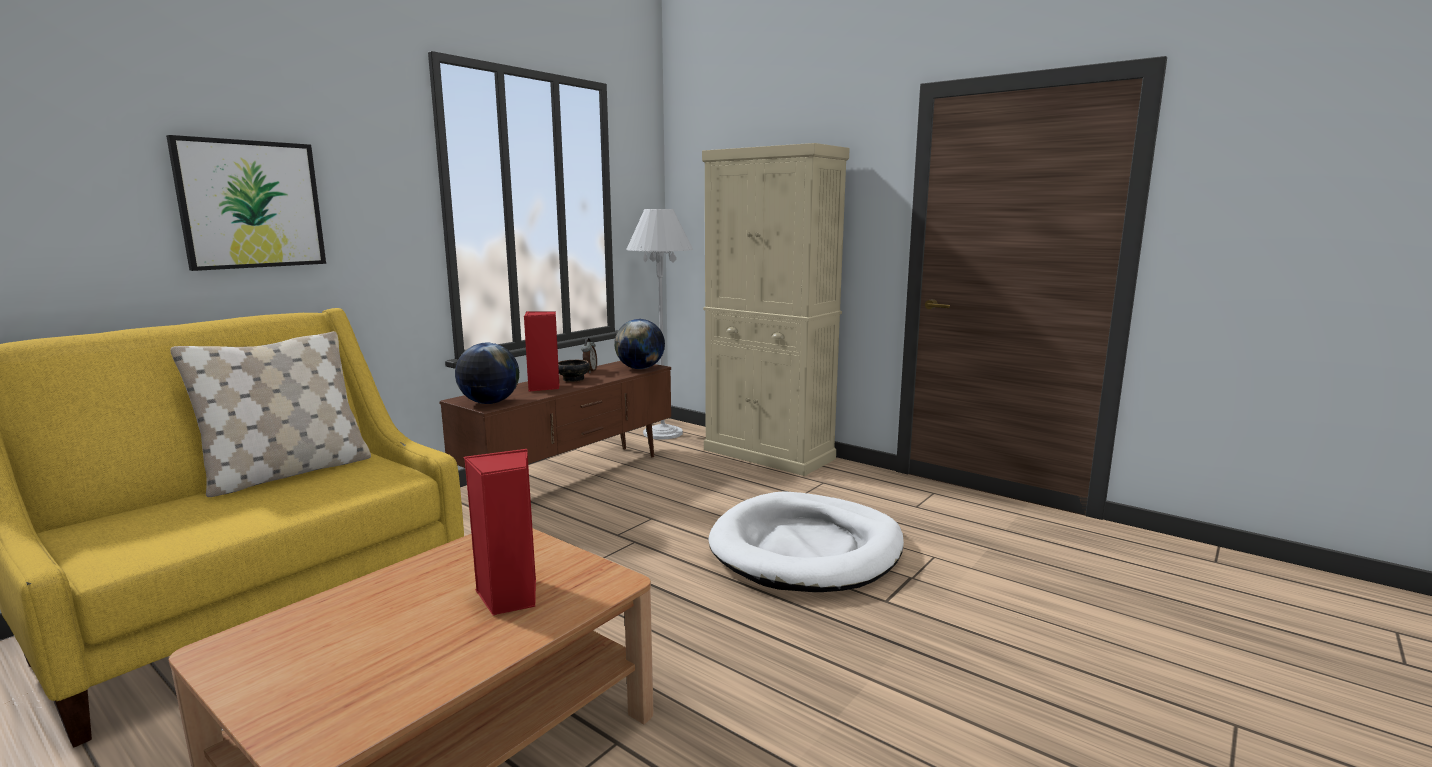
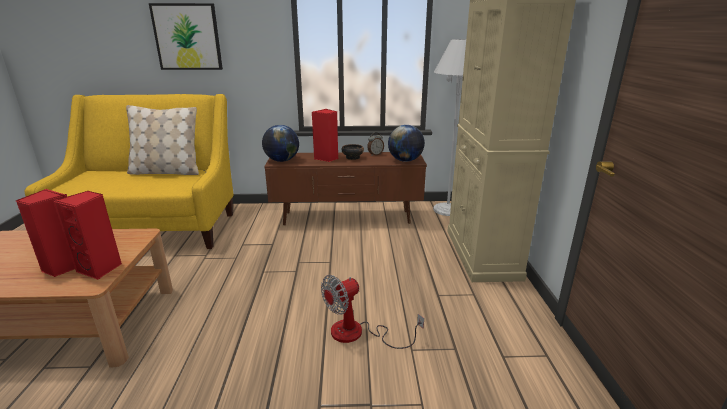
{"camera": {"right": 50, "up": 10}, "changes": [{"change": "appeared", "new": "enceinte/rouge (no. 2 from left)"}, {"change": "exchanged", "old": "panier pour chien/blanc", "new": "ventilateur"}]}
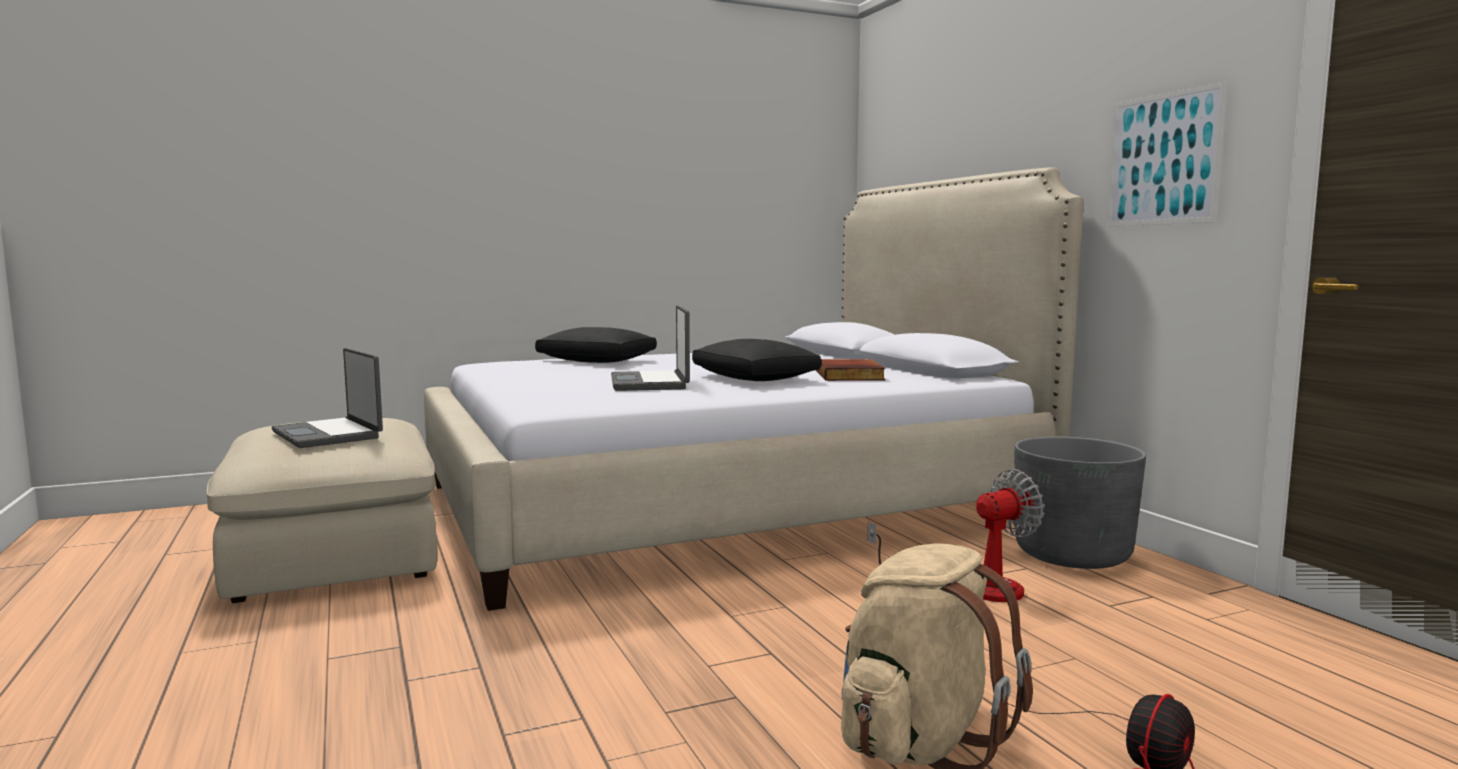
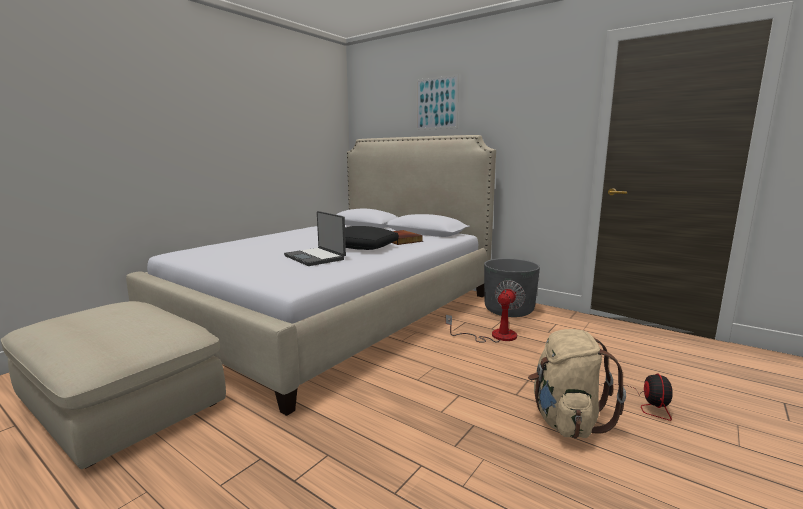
{"camera": {"right": -30, "up": 5}, "changes": [{"change": "relocated", "old": "tableau"}, {"change": "missing", "old": "ordinateur portable (no. 1 from left)"}, {"change": "missing", "old": "coussin/noir (no. 1 from left)"}]}
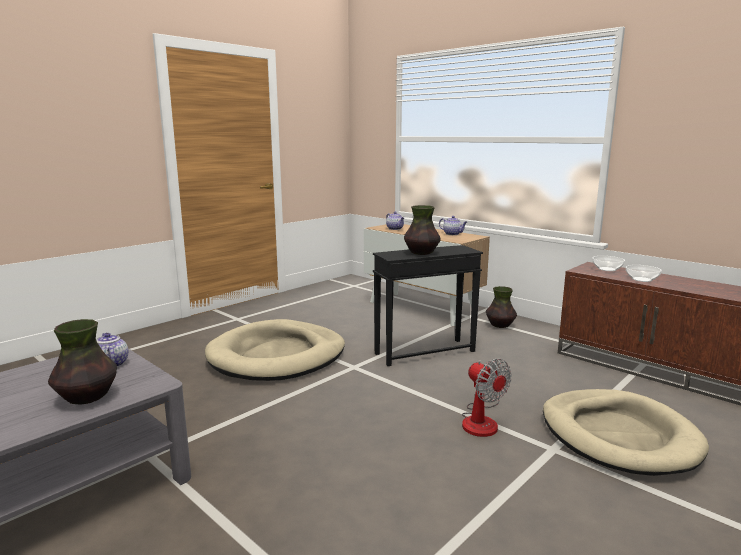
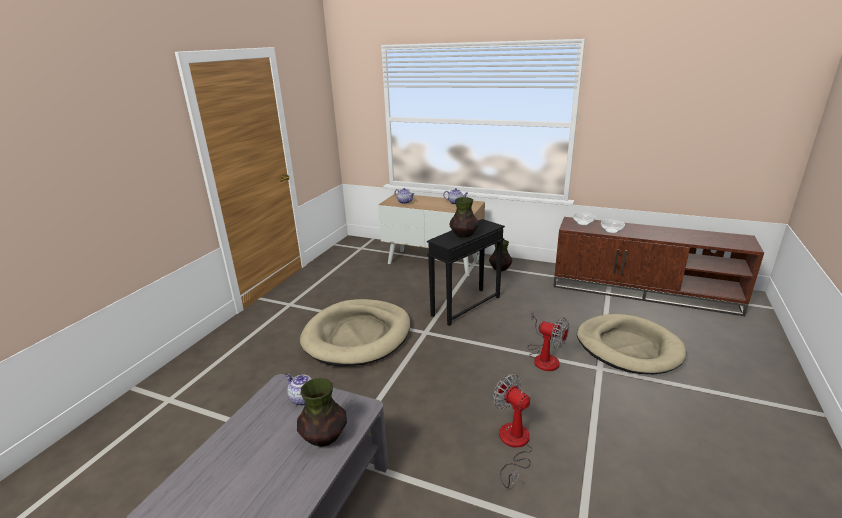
{"camera": {"right": -20, "up": 10}, "changes": [{"change": "appeared", "new": "ventilateur (no. 1 from left)"}]}
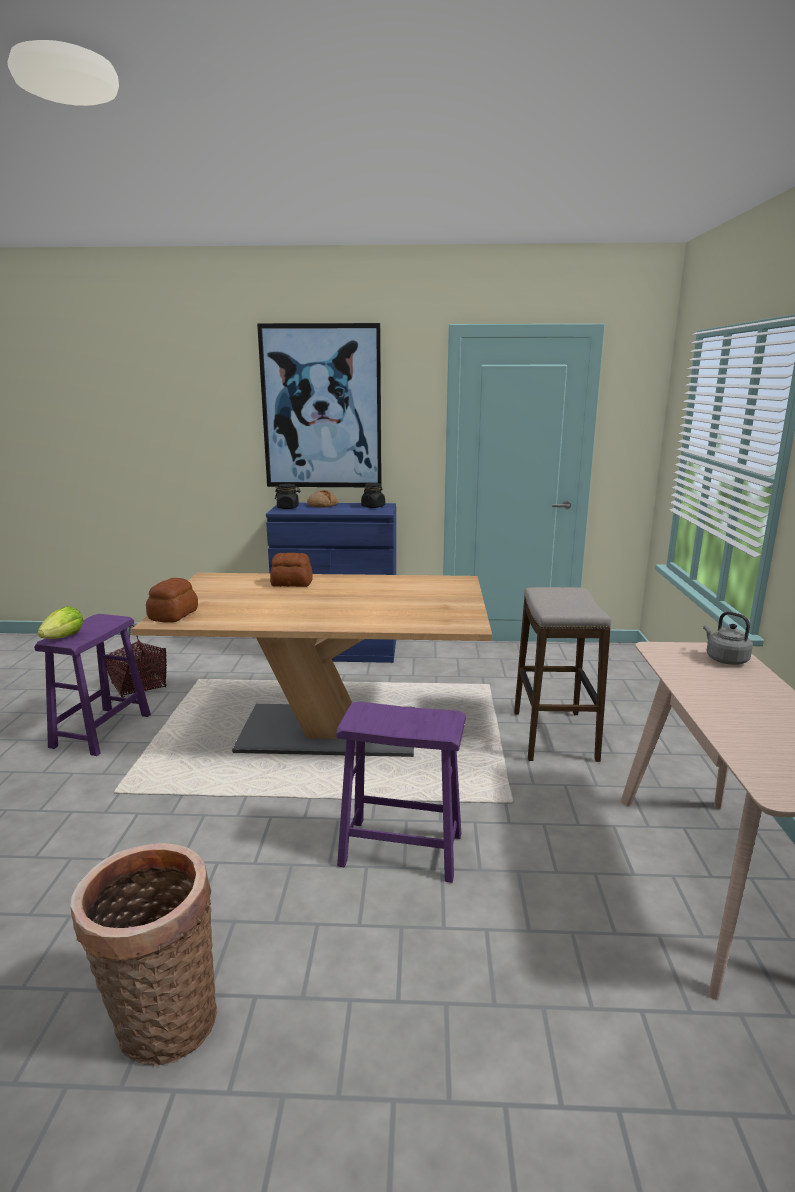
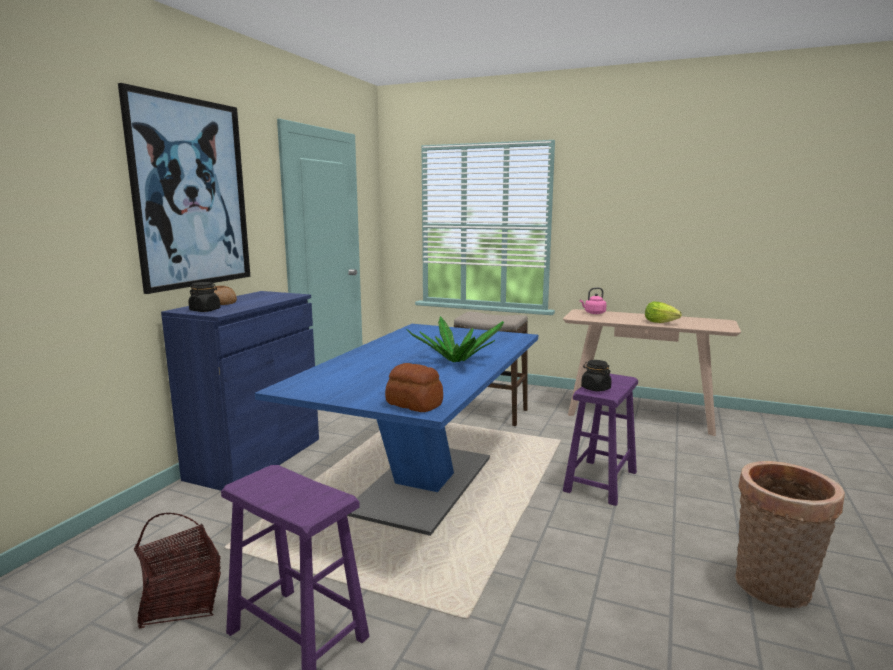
{"camera": {"right": -70, "up": -5}, "changes": [{"change": "colour", "old": "table à manger/marron", "new": "table à manger/bleu"}, {"change": "appeared", "new": "plante en pot"}, {"change": "colour", "old": "bouilloire/gris", "new": "bouilloire/rose"}, {"change": "relocated", "old": "bocal/noir (no. 2 from left)"}, {"change": "relocated", "old": "laitue"}, {"change": "missing", "old": "pain (no. 2 from left)"}]}
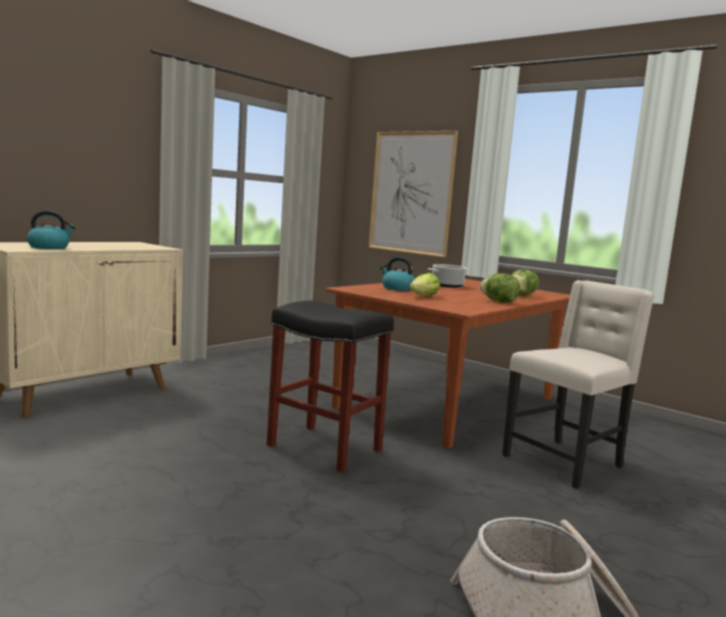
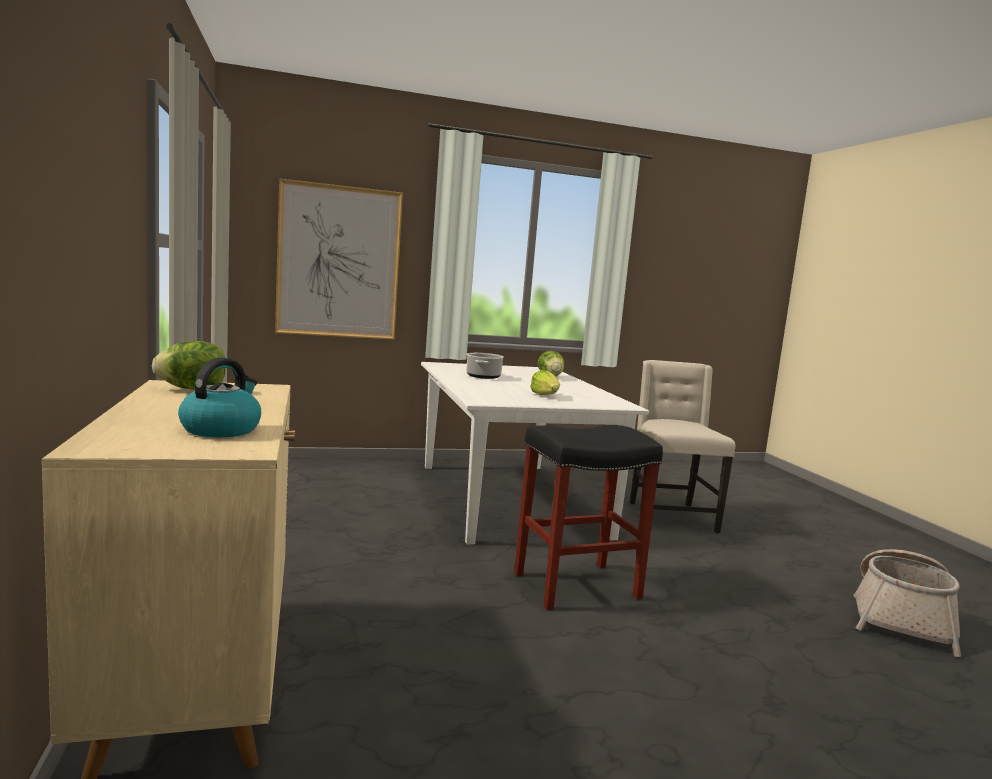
{"camera": {"right": -55, "up": 0}, "changes": [{"change": "relocated", "old": "laitue (no. 2 from left in the first image)", "new": "laitue (no. 1 from left)"}, {"change": "colour", "old": "table à manger/marron", "new": "table à manger/blanc"}, {"change": "missing", "old": "bouilloire (no. 2 from left)"}]}
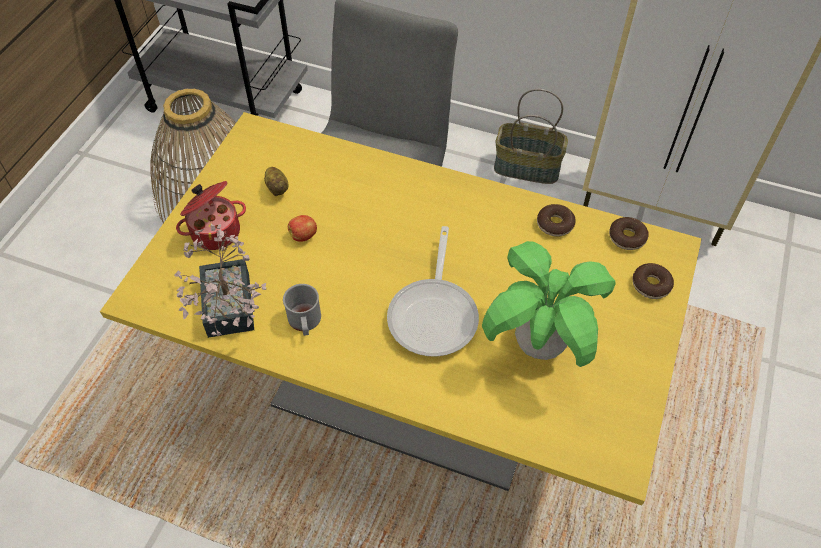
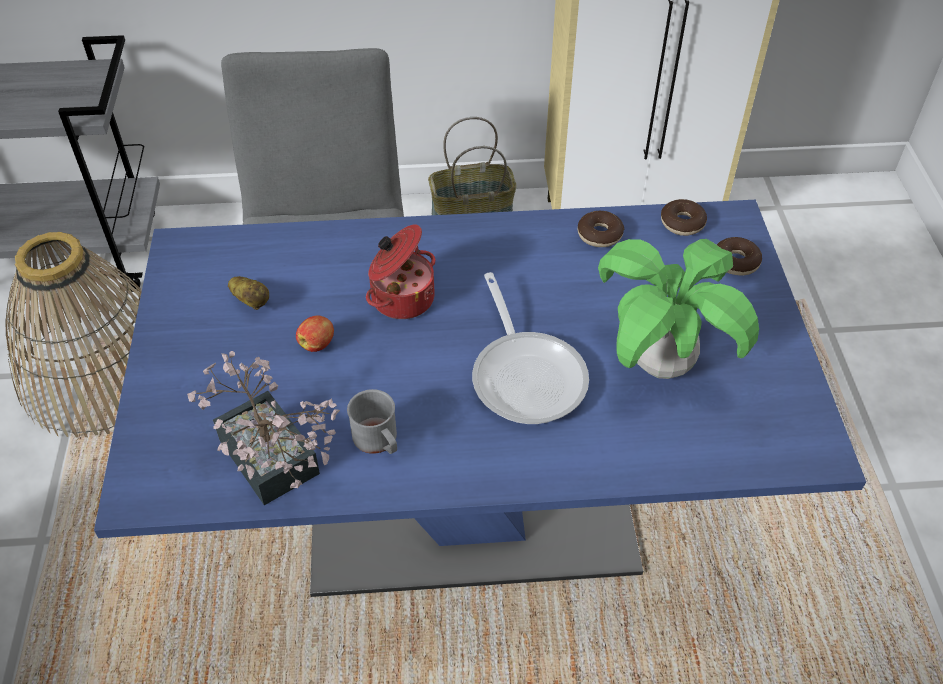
{"camera": {"right": -25, "up": -5}, "changes": [{"change": "colour", "old": "table à manger/jaune", "new": "table à manger/bleu"}, {"change": "relocated", "old": "marmite"}]}
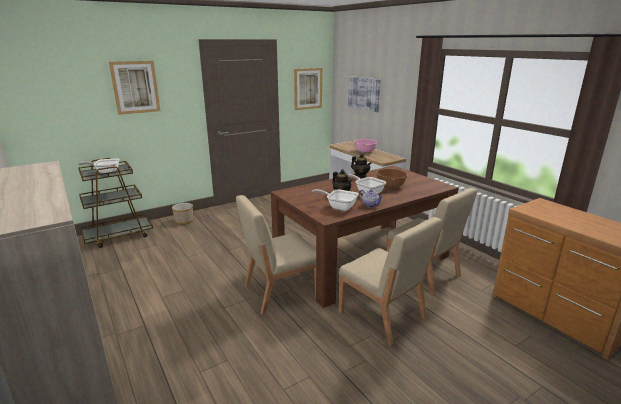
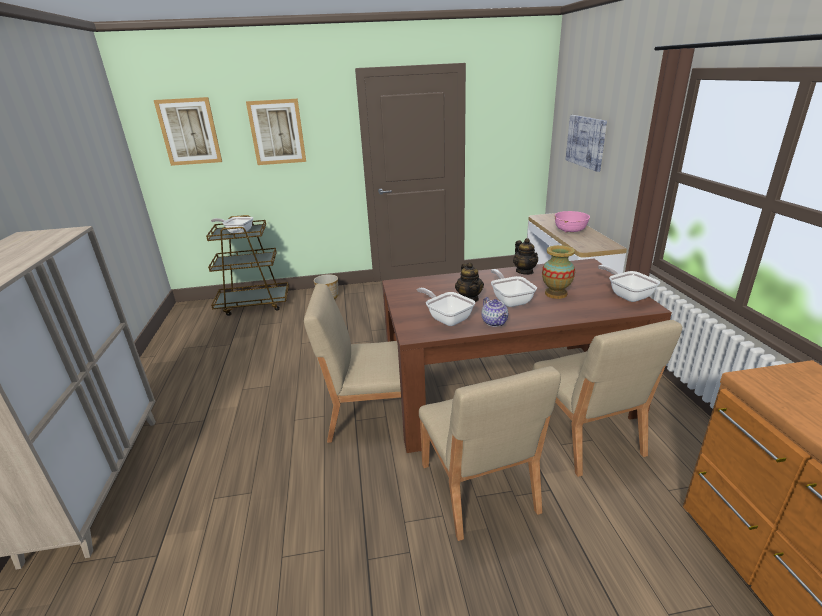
{"camera": {"right": 25, "up": 5}, "changes": [{"change": "relocated", "old": "tableau (no. 2 from left in the first image)", "new": "tableau (no. 1 from left)"}, {"change": "exchanged", "old": "bol/marron", "new": "vase"}, {"change": "appeared", "new": "poêle (no. 4 from left)"}]}
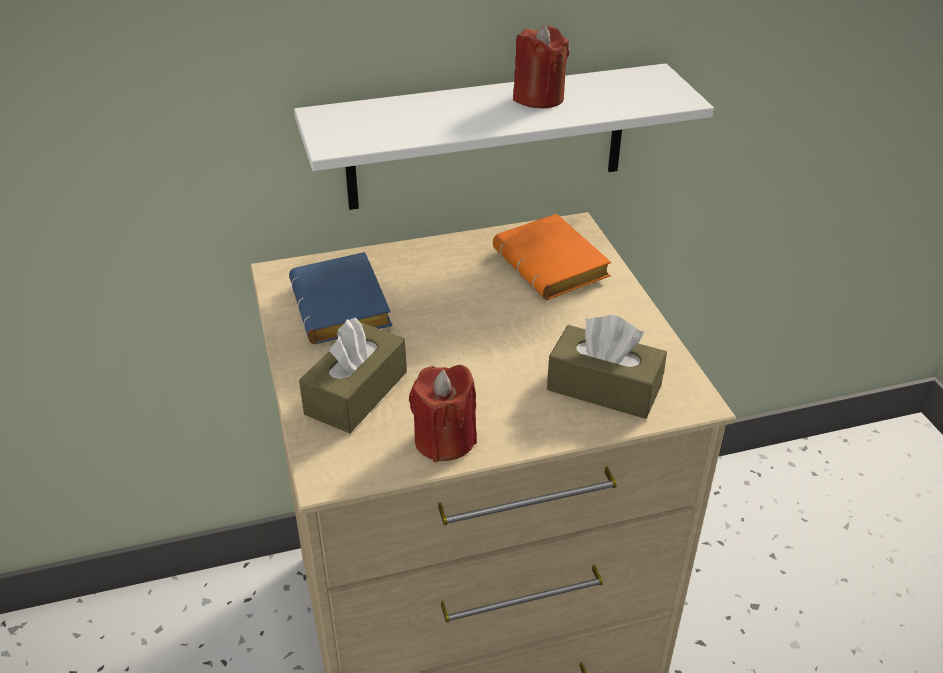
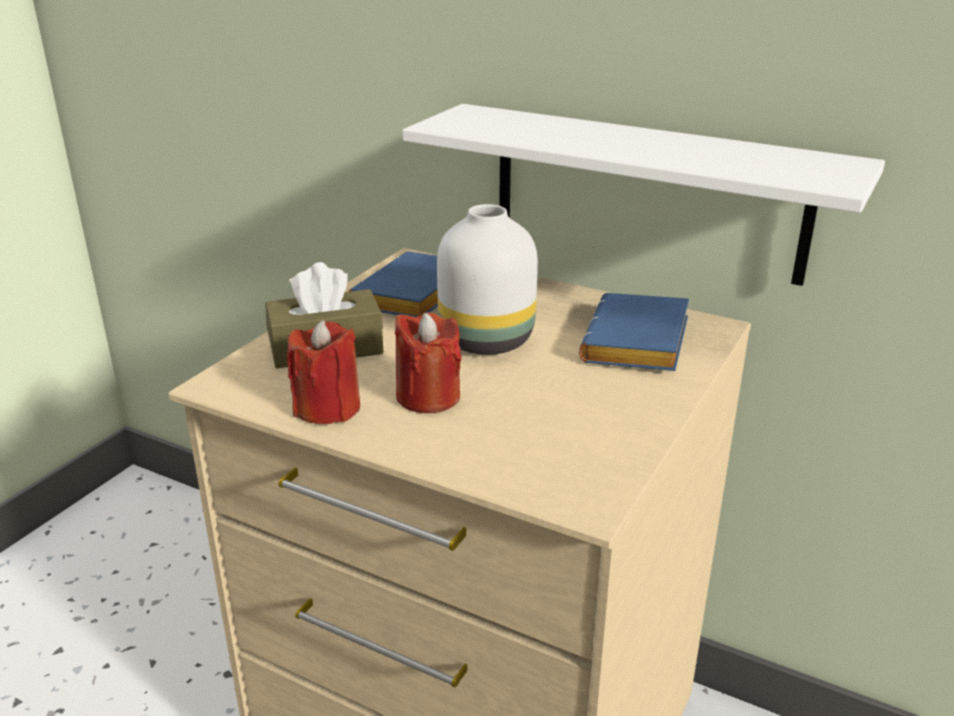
{"camera": {"right": 45, "up": -10}, "changes": [{"change": "relocated", "old": "bougie/rouge (no. 2 from left)"}, {"change": "appeared", "new": "vase/blanc"}, {"change": "colour", "old": "livre/orange", "new": "livre/bleu (no. 2 from left)"}, {"change": "missing", "old": "boîte à mouchoirs/marron (no. 2 from left)"}]}
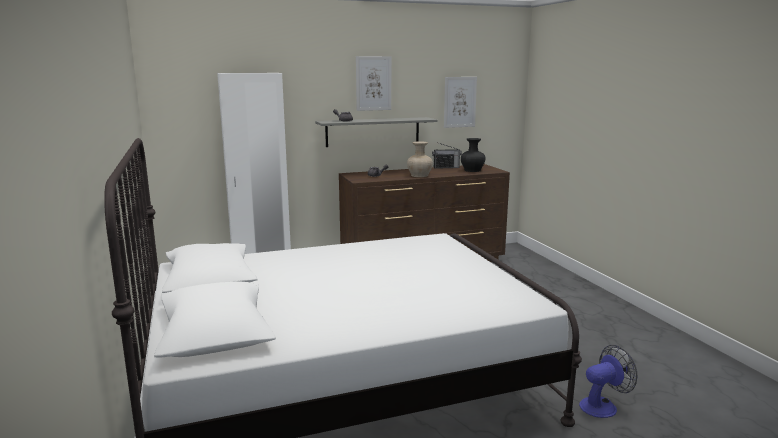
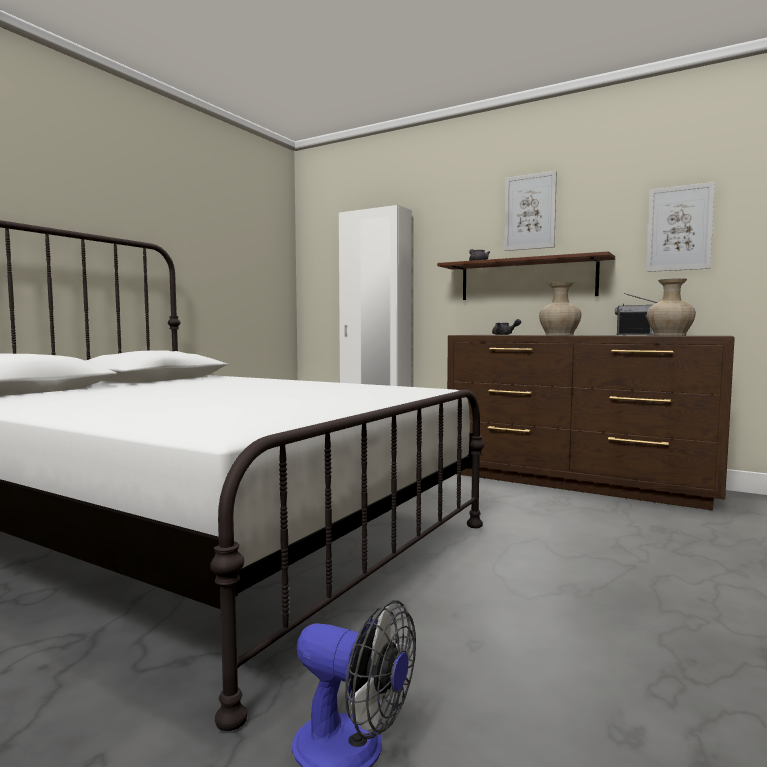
{"camera": {"right": 50, "up": -10}, "changes": [{"change": "colour", "old": "étagère/gris", "new": "étagère/marron"}, {"change": "colour", "old": "vase/noir", "new": "vase/beige (no. 2 from left)"}]}
